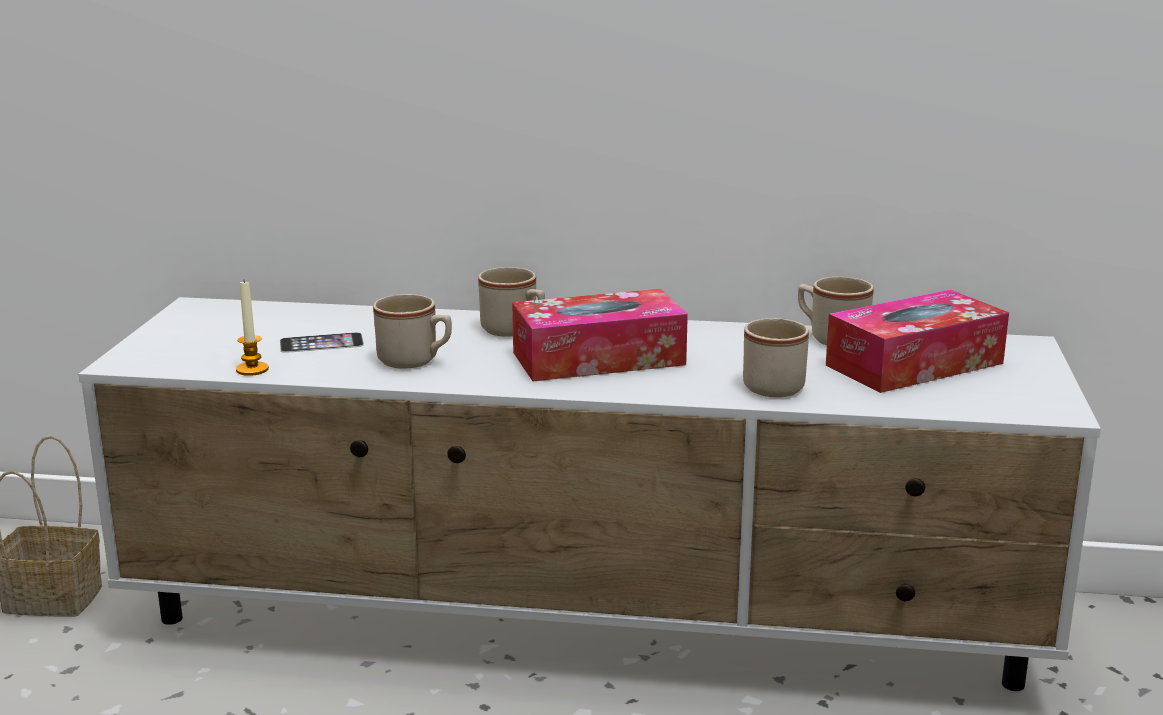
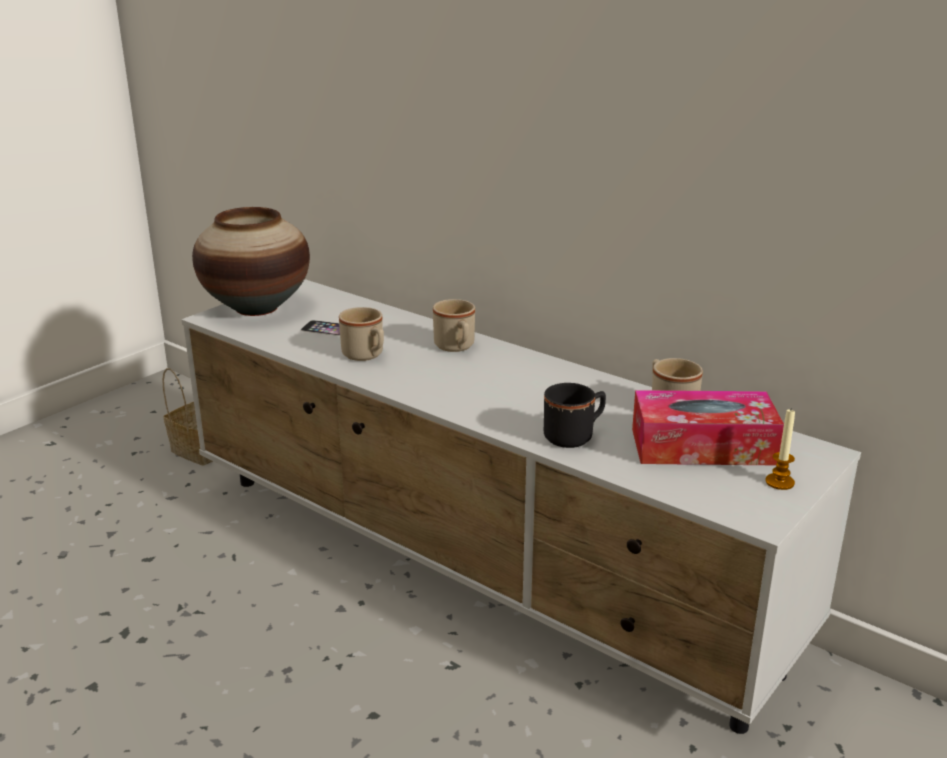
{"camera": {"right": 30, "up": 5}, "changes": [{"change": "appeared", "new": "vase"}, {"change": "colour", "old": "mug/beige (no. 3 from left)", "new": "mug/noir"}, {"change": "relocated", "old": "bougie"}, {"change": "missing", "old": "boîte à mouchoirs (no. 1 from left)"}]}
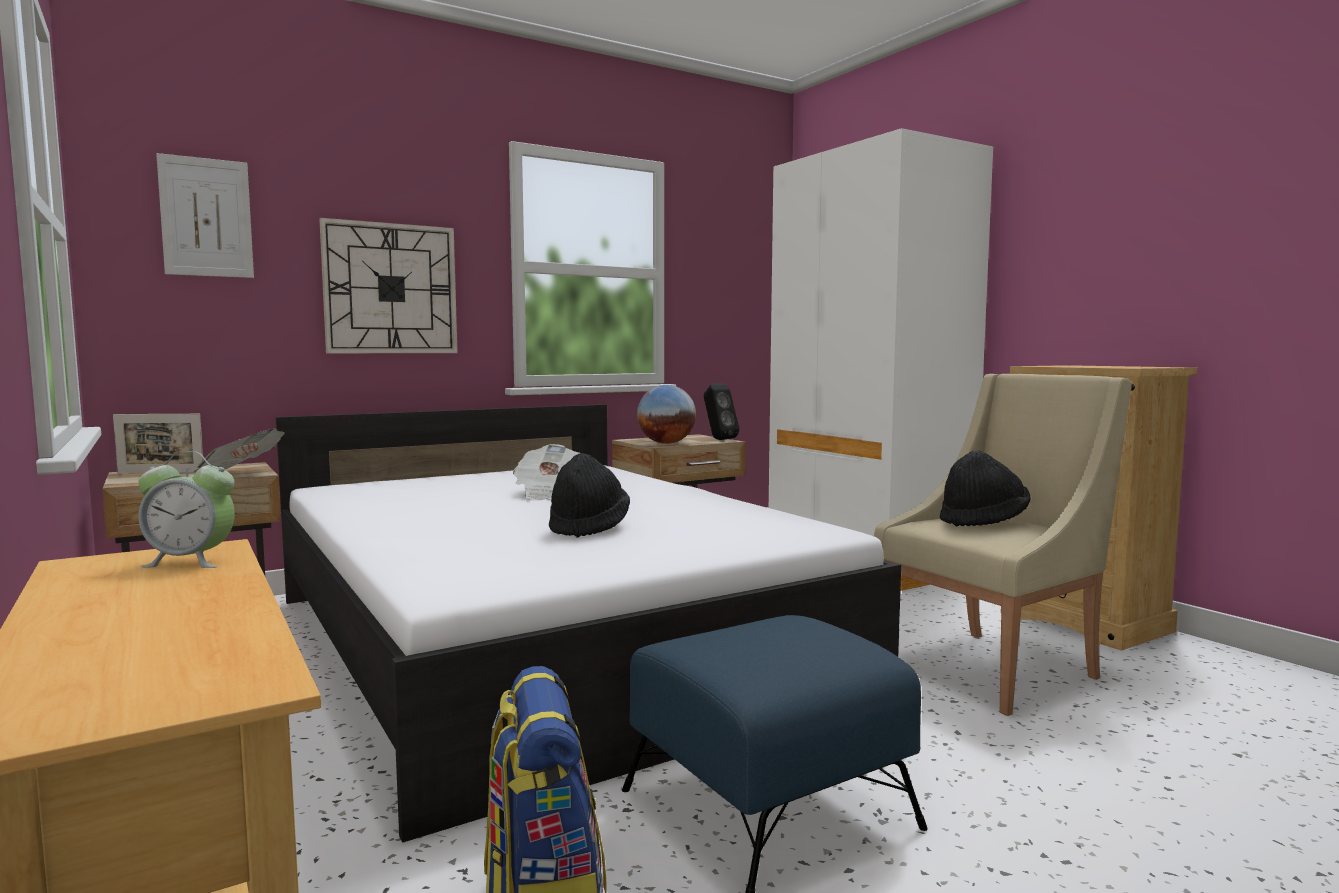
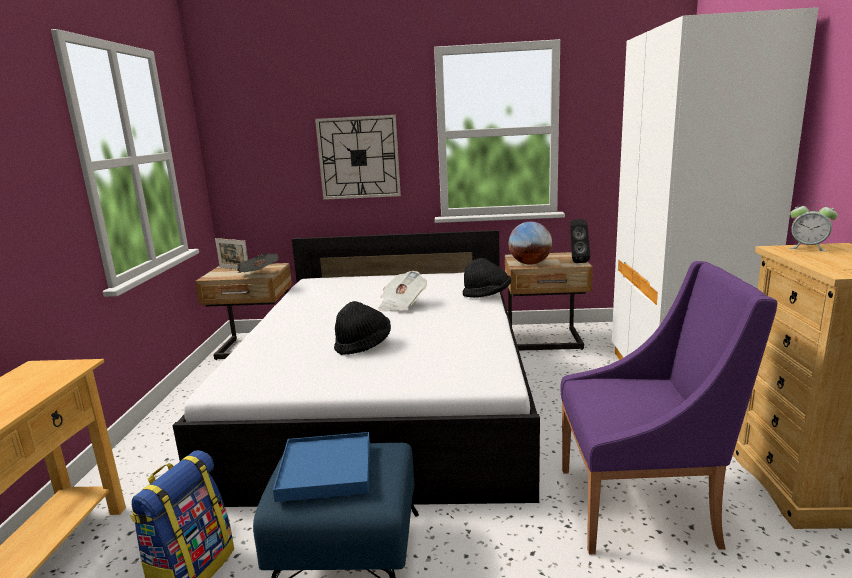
{"camera": {"right": 35, "up": 10}, "changes": [{"change": "appeared", "new": "plateau/bleu"}, {"change": "relocated", "old": "chapeau/noir (no. 2 from left)"}, {"change": "colour", "old": "fauteuil/beige", "new": "fauteuil/violet"}, {"change": "relocated", "old": "réveil"}, {"change": "missing", "old": "tableau"}]}
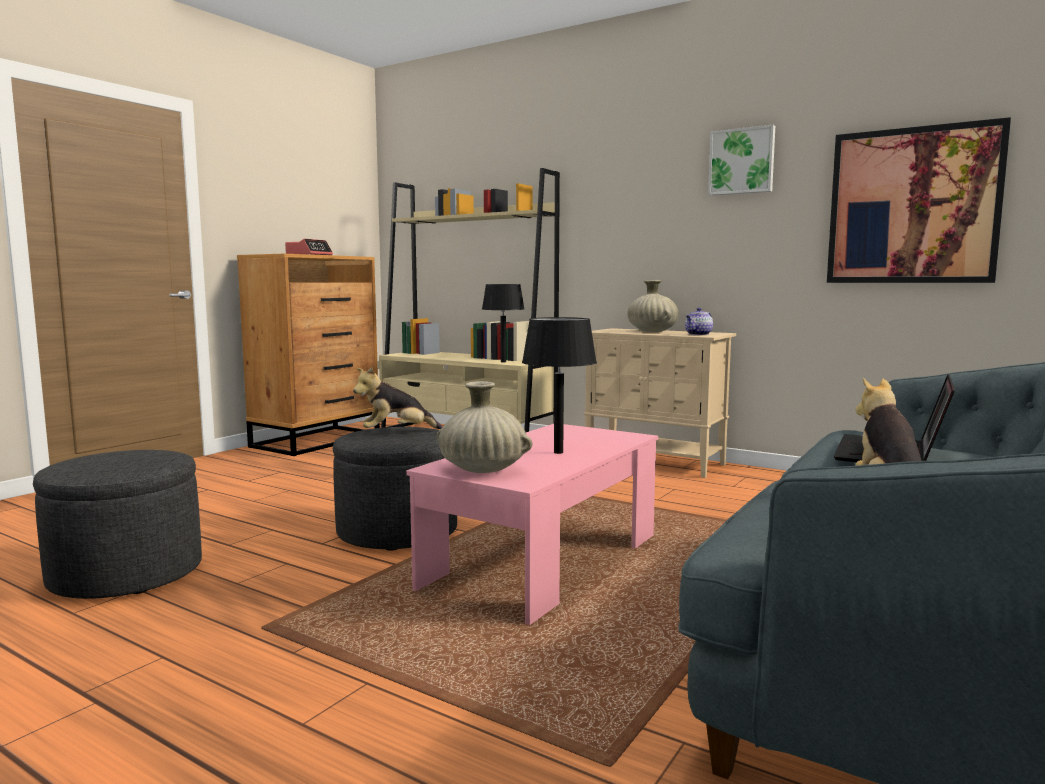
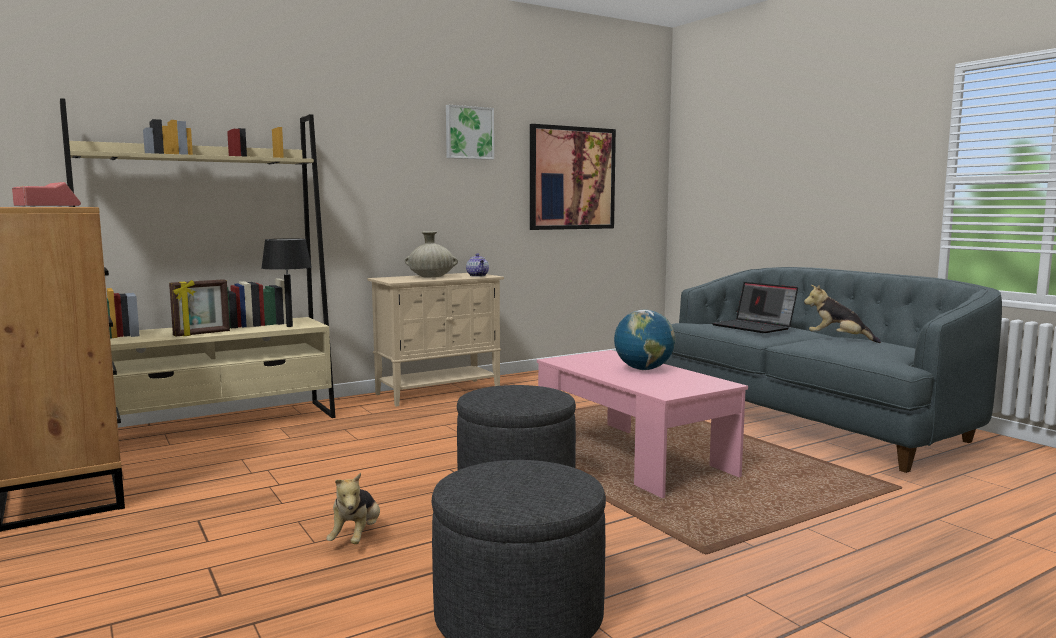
{"camera": {"right": -65, "up": 0}, "changes": [{"change": "appeared", "new": "cadre photo"}, {"change": "relocated", "old": "peluche (no. 1 from left)"}, {"change": "exchanged", "old": "lampe de table/noir (no. 2 from left)", "new": "globe"}, {"change": "missing", "old": "vase/beige (no. 1 from left)"}]}
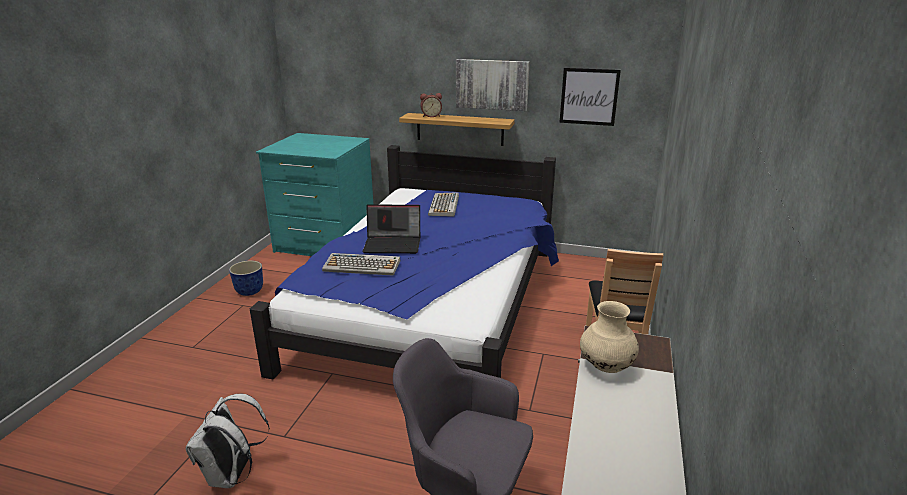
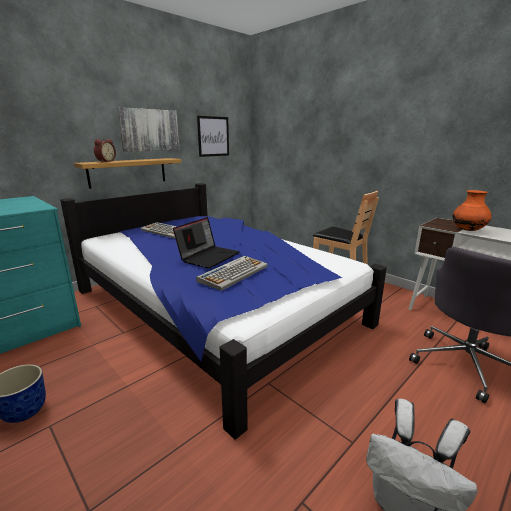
{"camera": {"right": -60, "up": -5}, "changes": [{"change": "colour", "old": "vase/beige", "new": "vase/orange"}]}
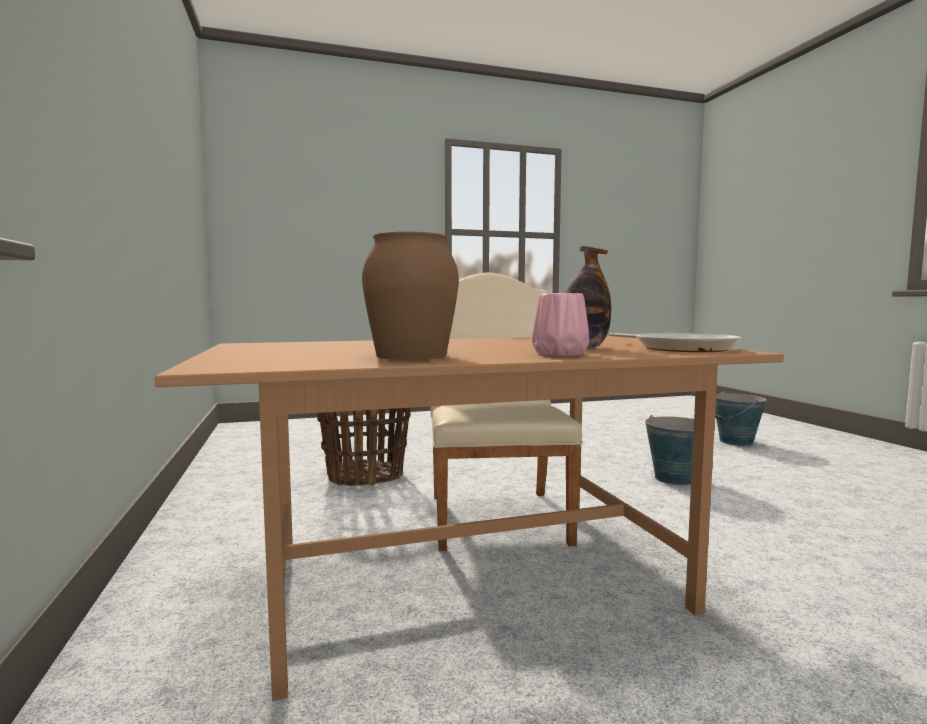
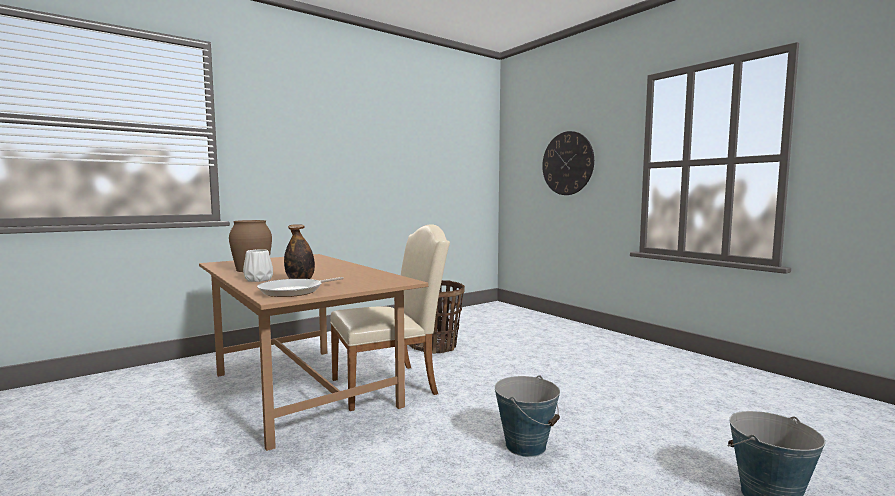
{"camera": {"right": 70, "up": 0}, "changes": [{"change": "colour", "old": "vase/rose", "new": "vase/blanc"}, {"change": "appeared", "new": "horloge murale"}]}
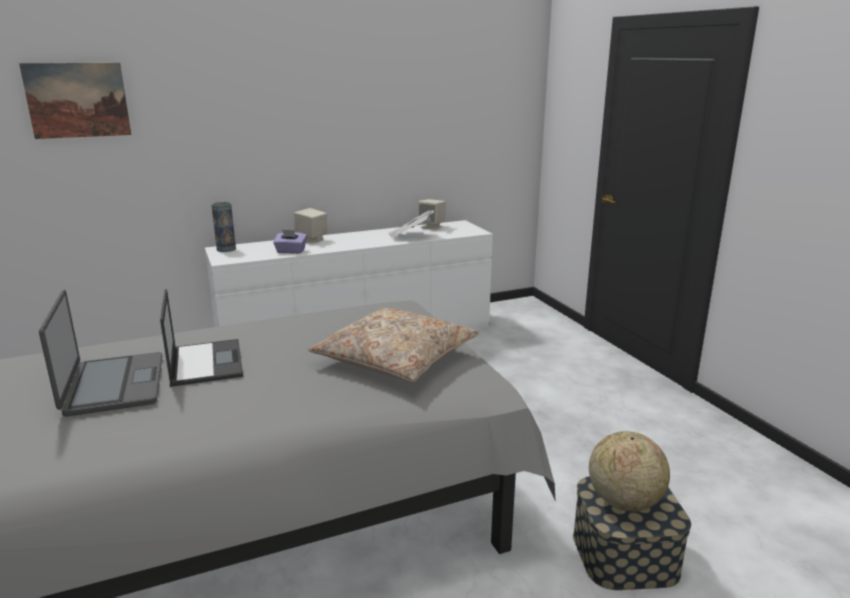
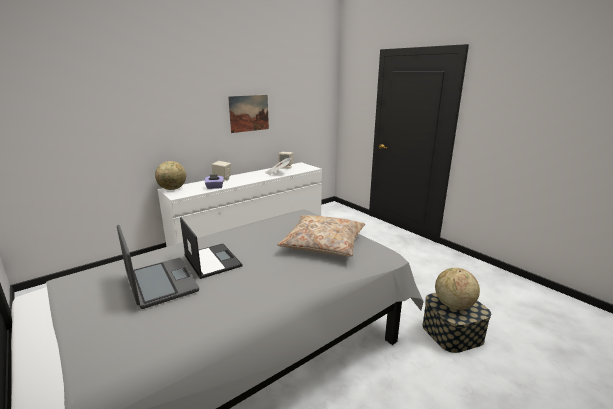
{"camera": {"right": -15, "up": 0}, "changes": [{"change": "exchanged", "old": "vase", "new": "globe (no. 1 from left)"}, {"change": "relocated", "old": "tableau"}]}
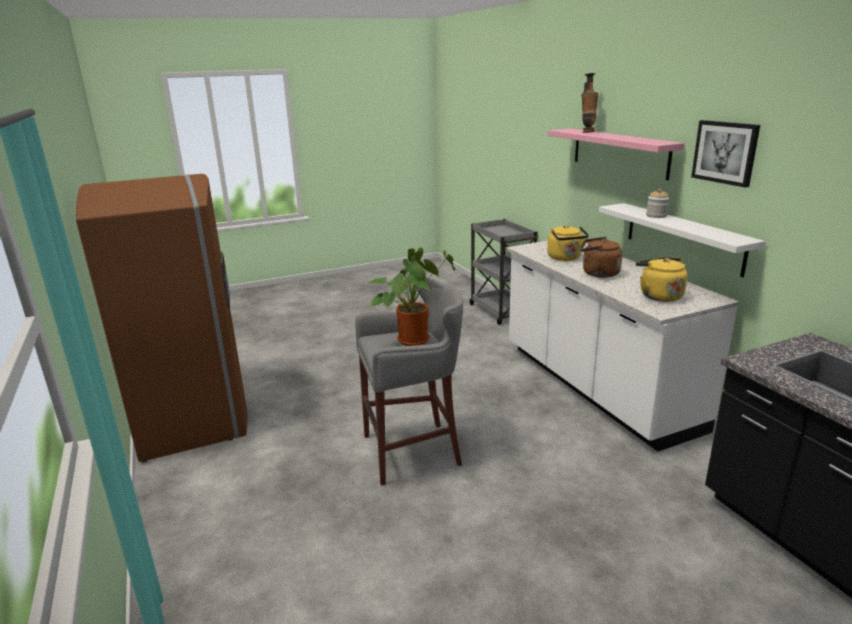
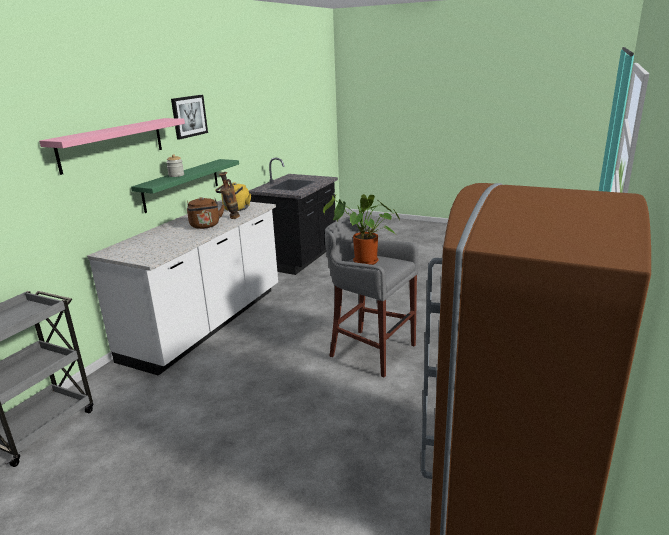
{"camera": {"right": -130, "up": 0}, "changes": [{"change": "colour", "old": "étagère/blanc", "new": "étagère/vert"}, {"change": "relocated", "old": "vase"}, {"change": "missing", "old": "bouilloire/jaune (no. 1 from left)"}]}
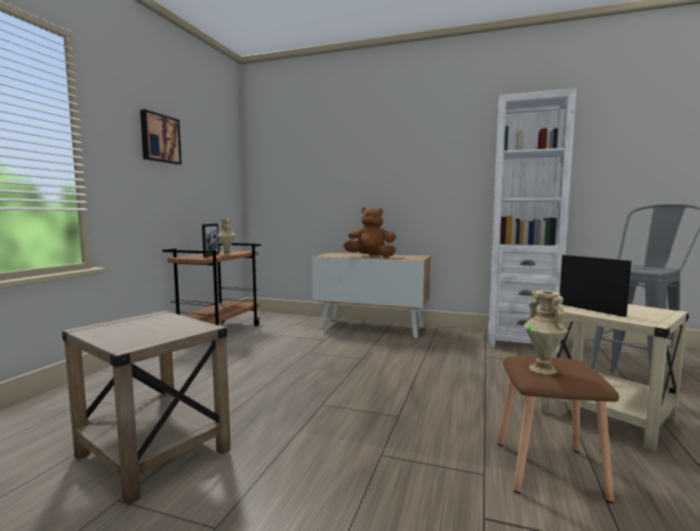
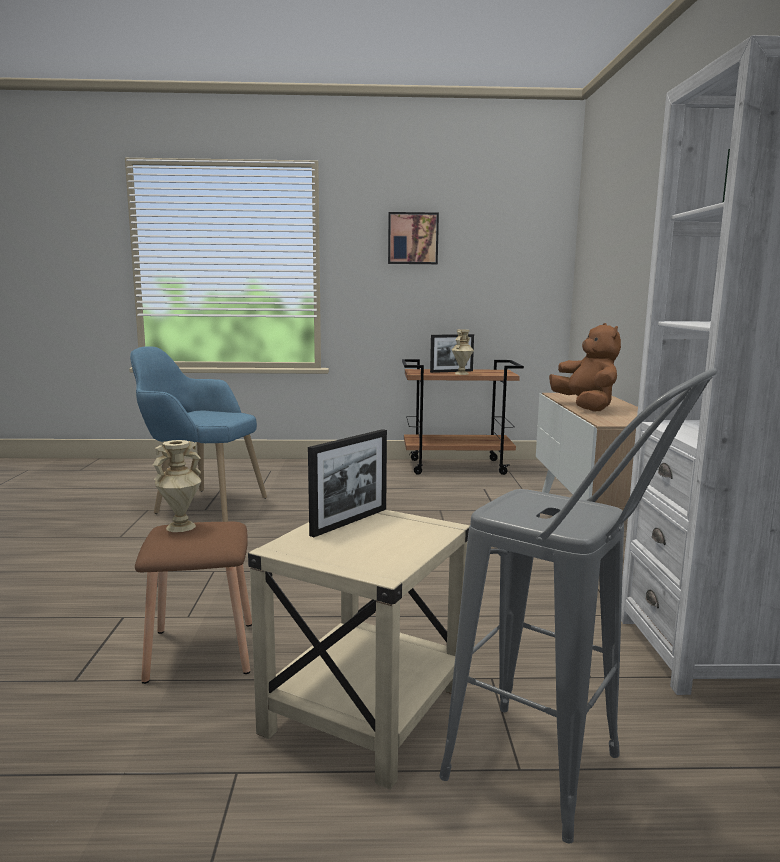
{"camera": {"right": 70, "up": 5}, "changes": [{"change": "exchanged", "old": "table d'appoint/beige (no. 1 from left)", "new": "fauteuil/bleu"}]}
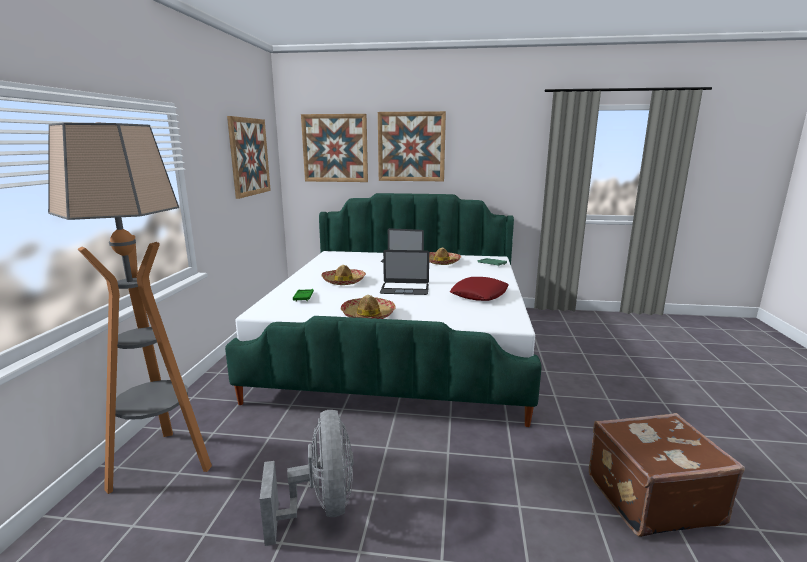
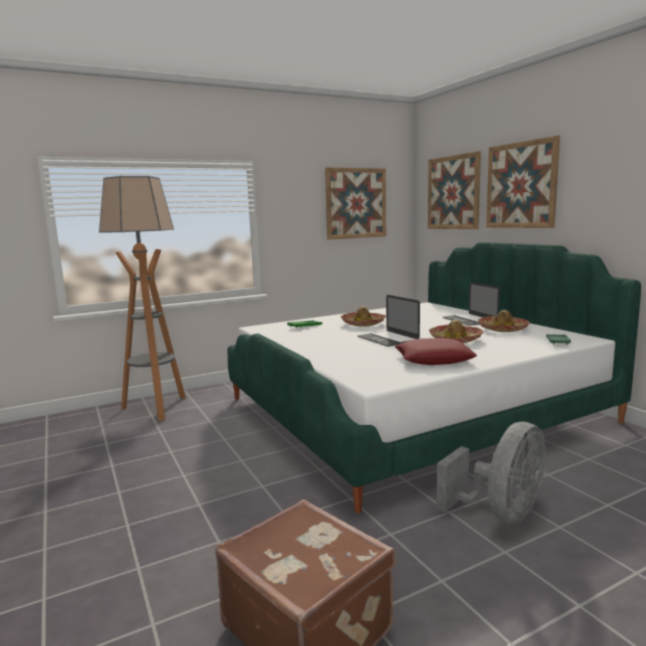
{"camera": {"right": 55, "up": -5}, "changes": [{"change": "relocated", "old": "chapeau (no. 2 from left)"}, {"change": "relocated", "old": "ventilateur/gris"}]}
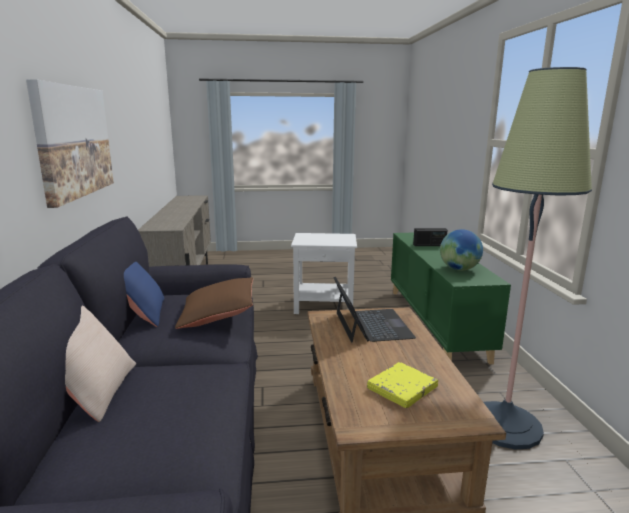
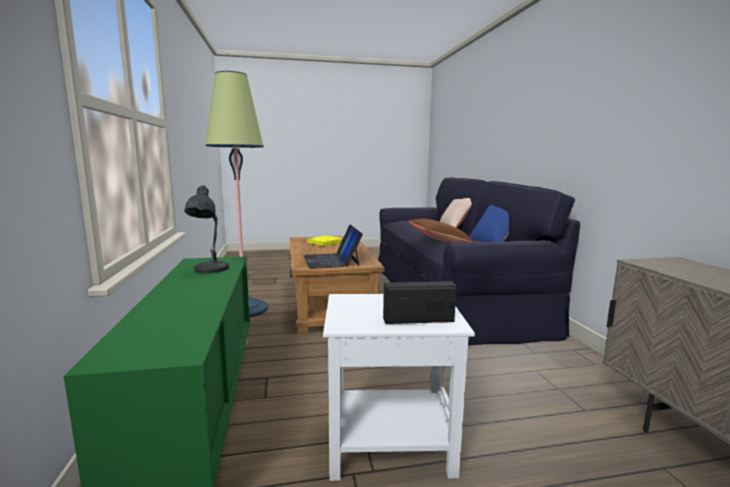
{"camera": {"right": 175, "up": -5}, "changes": [{"change": "exchanged", "old": "globe", "new": "lampe de table/gris"}, {"change": "relocated", "old": "radio"}, {"change": "missing", "old": "tableau"}]}
